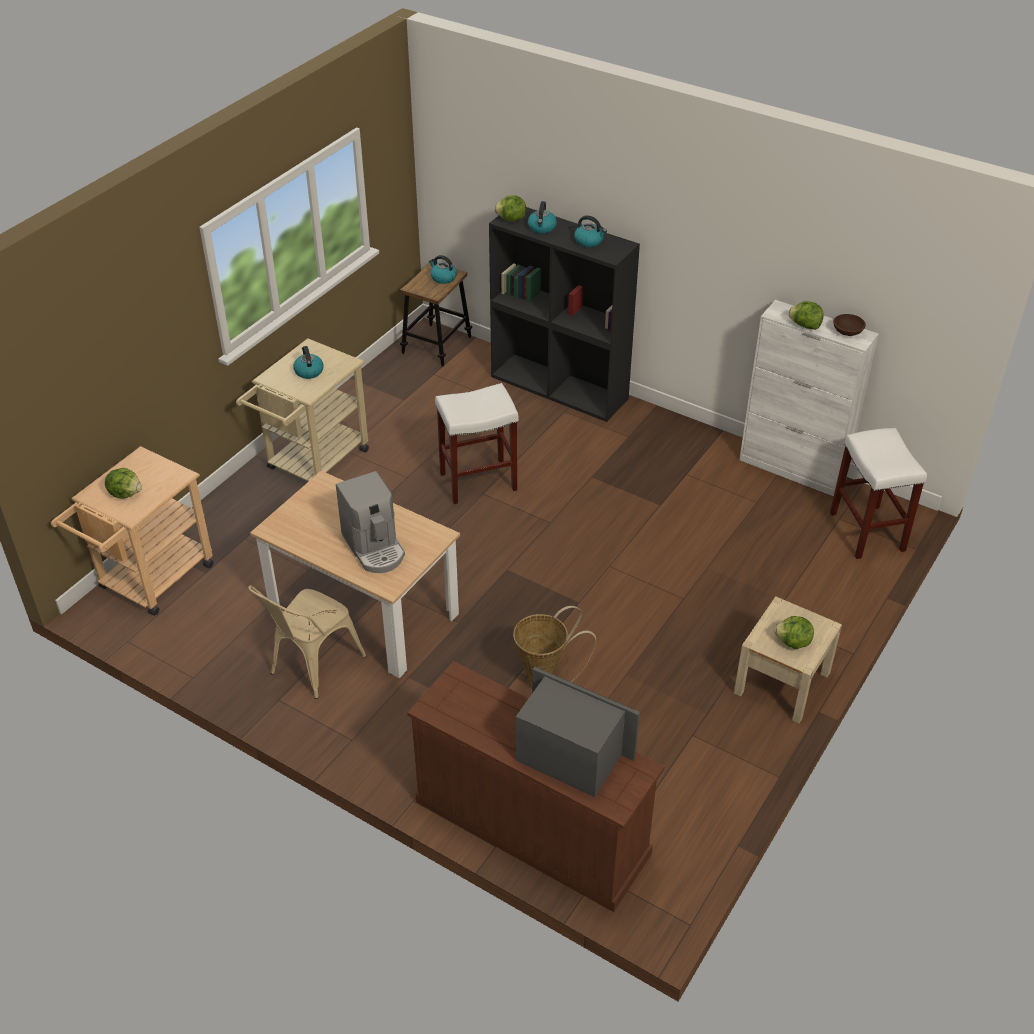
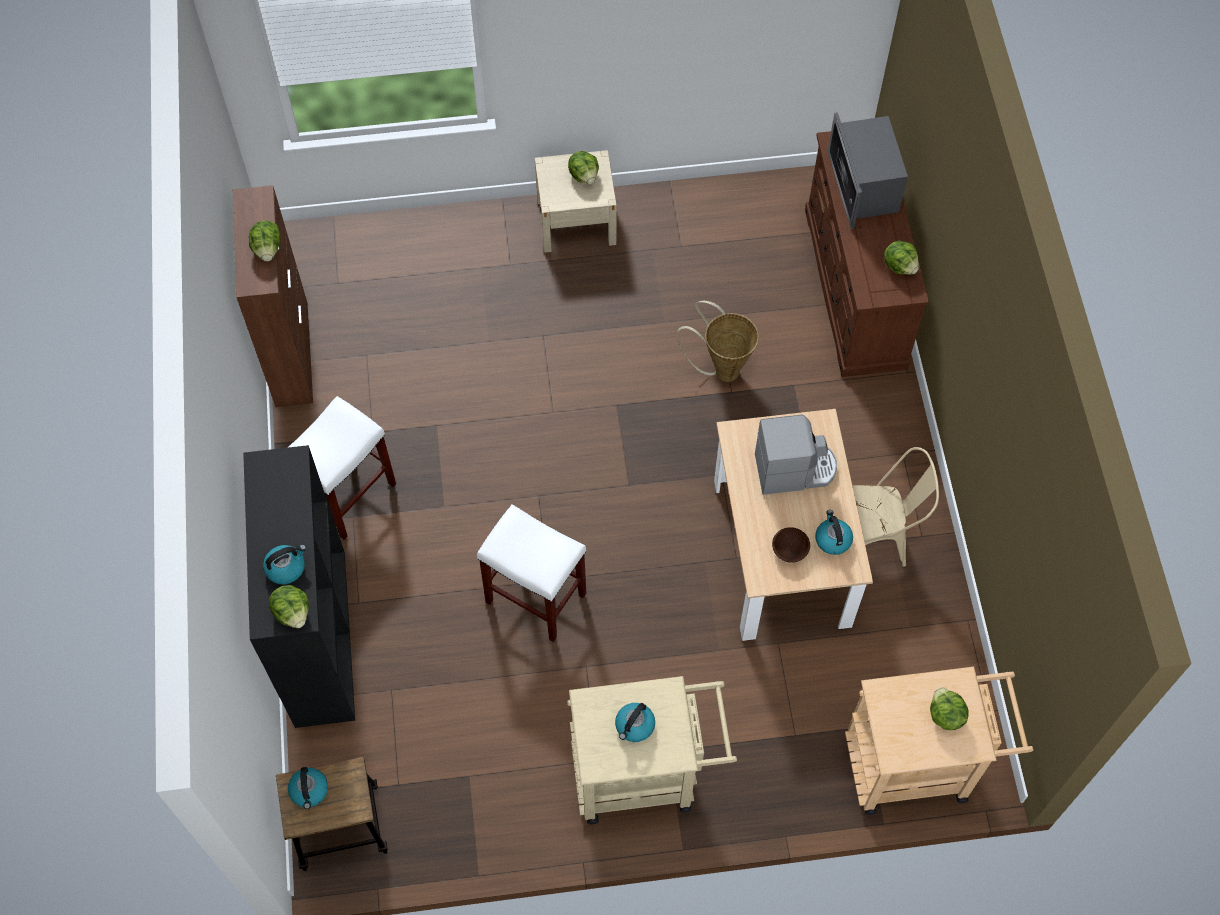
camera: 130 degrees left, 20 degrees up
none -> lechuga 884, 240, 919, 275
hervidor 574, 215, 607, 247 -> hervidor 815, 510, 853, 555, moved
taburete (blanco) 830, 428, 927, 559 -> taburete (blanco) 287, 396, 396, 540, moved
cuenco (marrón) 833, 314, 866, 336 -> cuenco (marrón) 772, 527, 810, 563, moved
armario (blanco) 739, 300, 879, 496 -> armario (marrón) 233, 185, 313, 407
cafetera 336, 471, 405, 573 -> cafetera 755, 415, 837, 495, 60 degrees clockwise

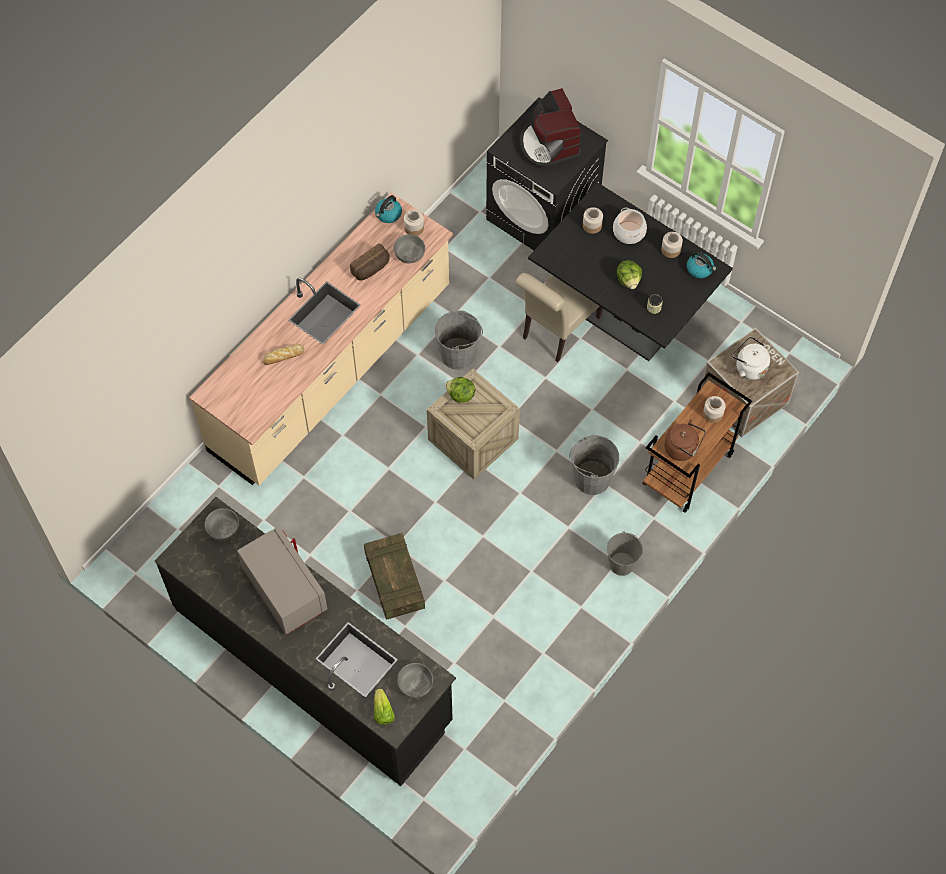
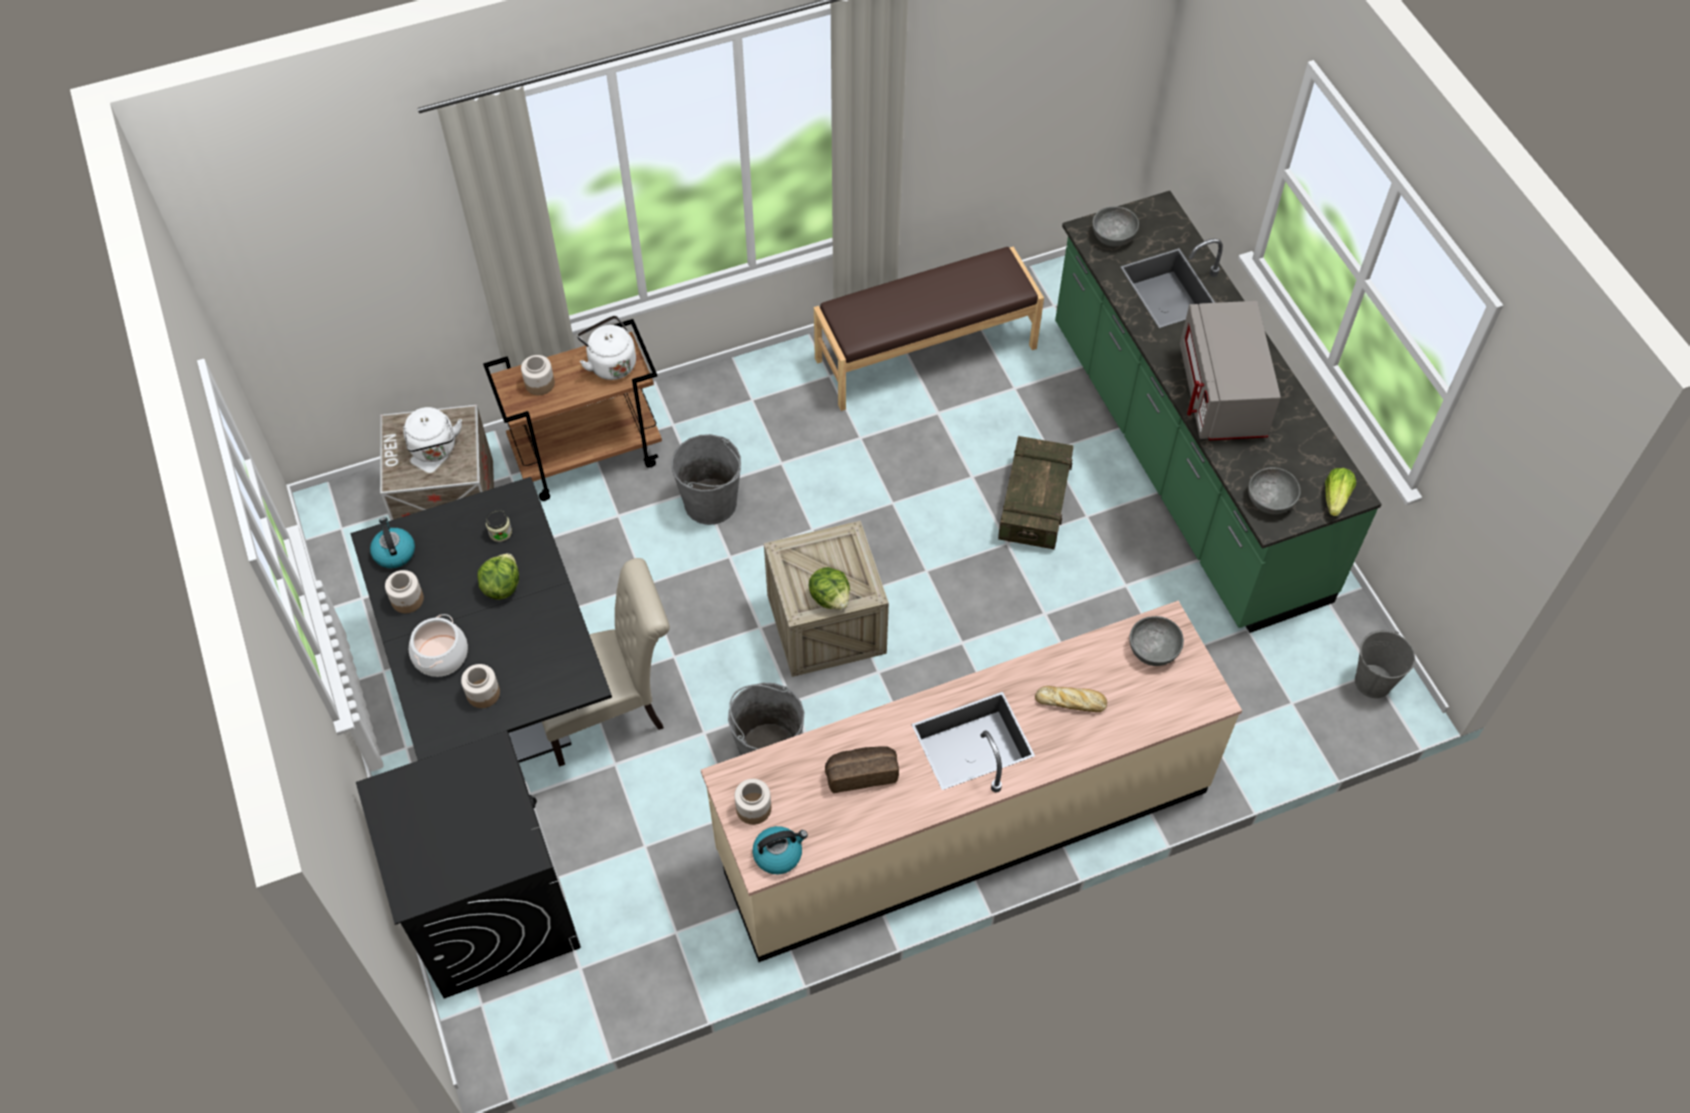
camera: 150 degrees left, 5 degrees down
cafetera 520, 88, 582, 169 -> none
none -> banco (marrón) 814, 247, 1044, 411
lechuga 374, 689, 395, 725 -> lechuga 1325, 468, 1356, 516, moved
cuenco (gris) 394, 234, 425, 264 -> cuenco (gris) 1129, 616, 1184, 666, moved
cubo (gris) 607, 531, 643, 576 -> cubo (gris) 1355, 630, 1415, 698, moved
mueble bajo de cocina (negro) 155, 497, 456, 786 -> mueble bajo de cocina (verde) 1055, 191, 1382, 633
hervidor (marrón) 664, 419, 706, 461 -> hervidor (blanco) 577, 316, 636, 380

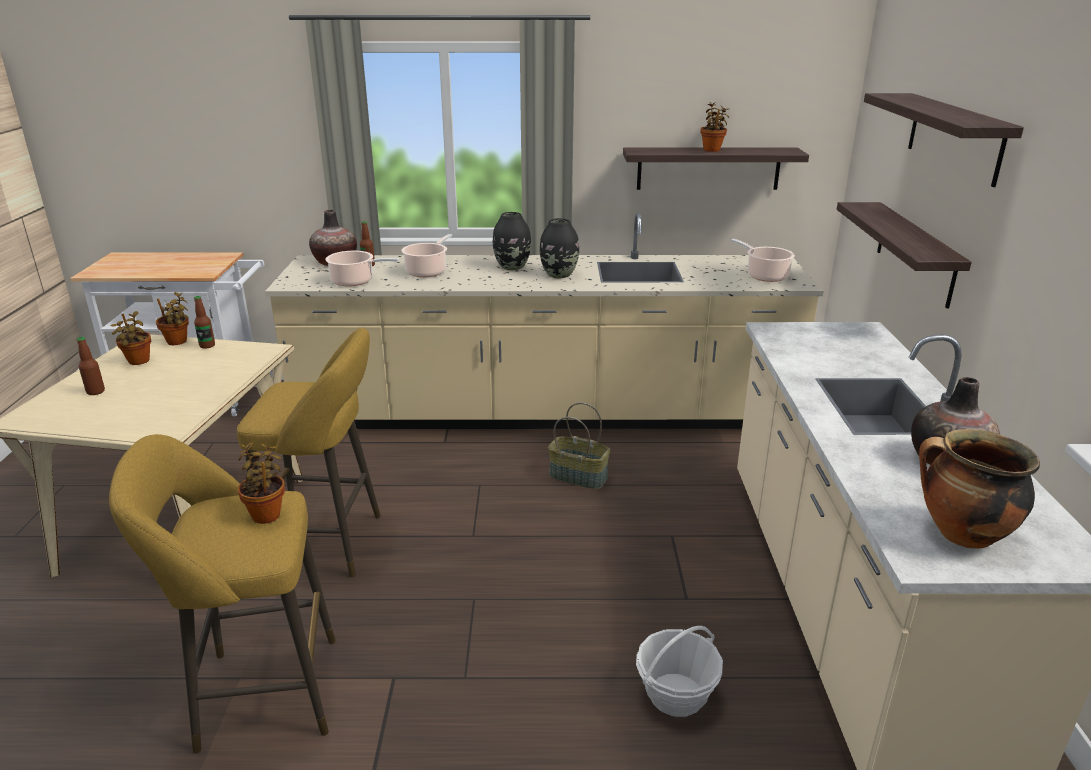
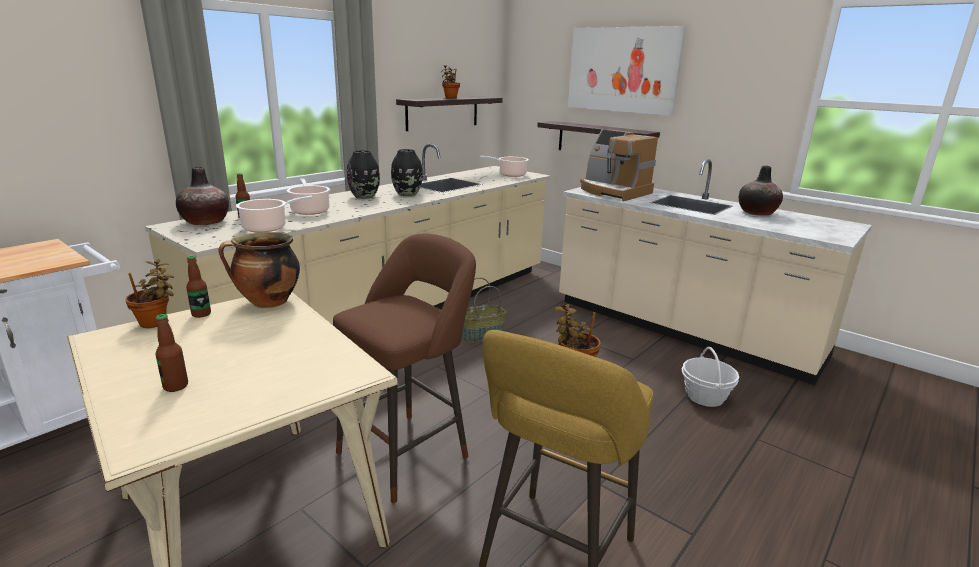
camera: 50 degrees left, 5 degrees down
planta en maceta 110, 311, 151, 365 -> none
none -> cafetera 580, 130, 658, 201
olla 919, 429, 1040, 549 -> olla 218, 232, 300, 308, moved
estante 864, 93, 1024, 187 -> cuadro 568, 26, 686, 116
taburete (amarillo) 237, 328, 381, 577 -> taburete (marrón) 333, 234, 476, 503

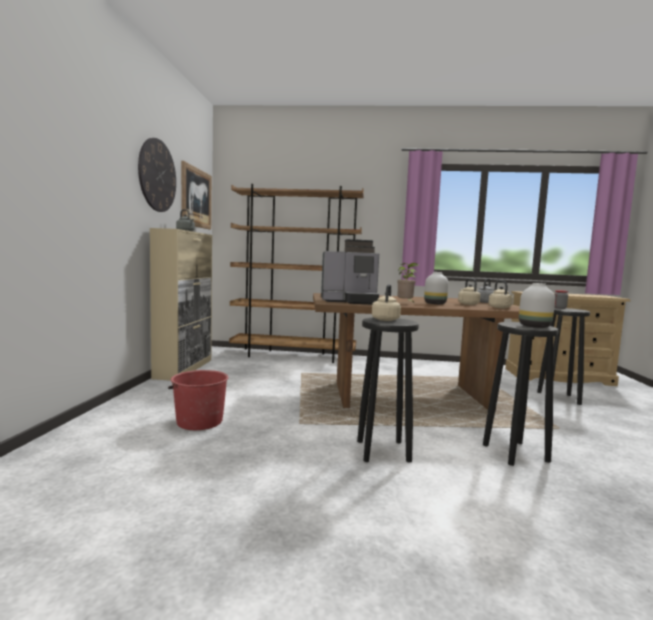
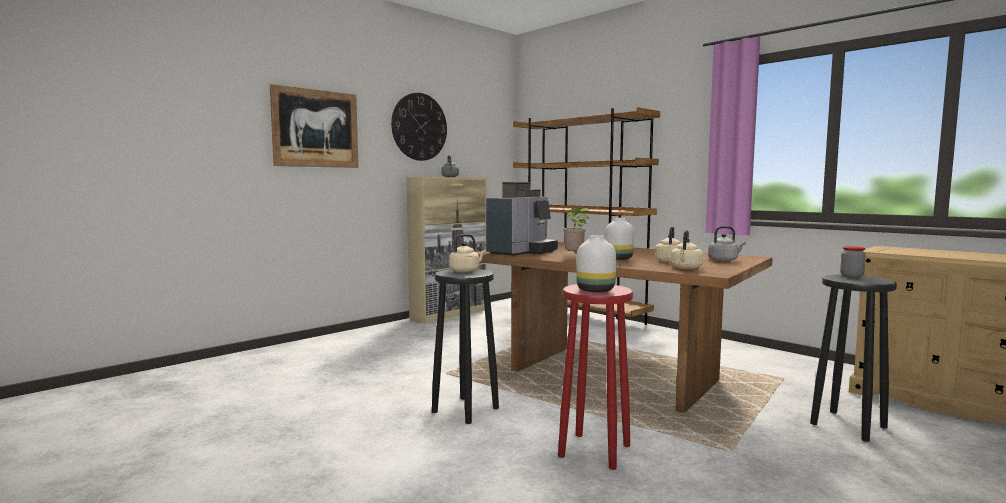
camera: 40 degrees right, 0 degrees up
cubo (rojo) 168, 370, 229, 430 -> none
cuadro 181, 161, 212, 230 -> cuadro 270, 84, 358, 168, moved
taburete (negro) 483, 322, 558, 466 -> taburete (rojo) 558, 284, 633, 470
cafetera 321, 239, 379, 304 -> cafetera 486, 182, 558, 256, 90 degrees counterclockwise

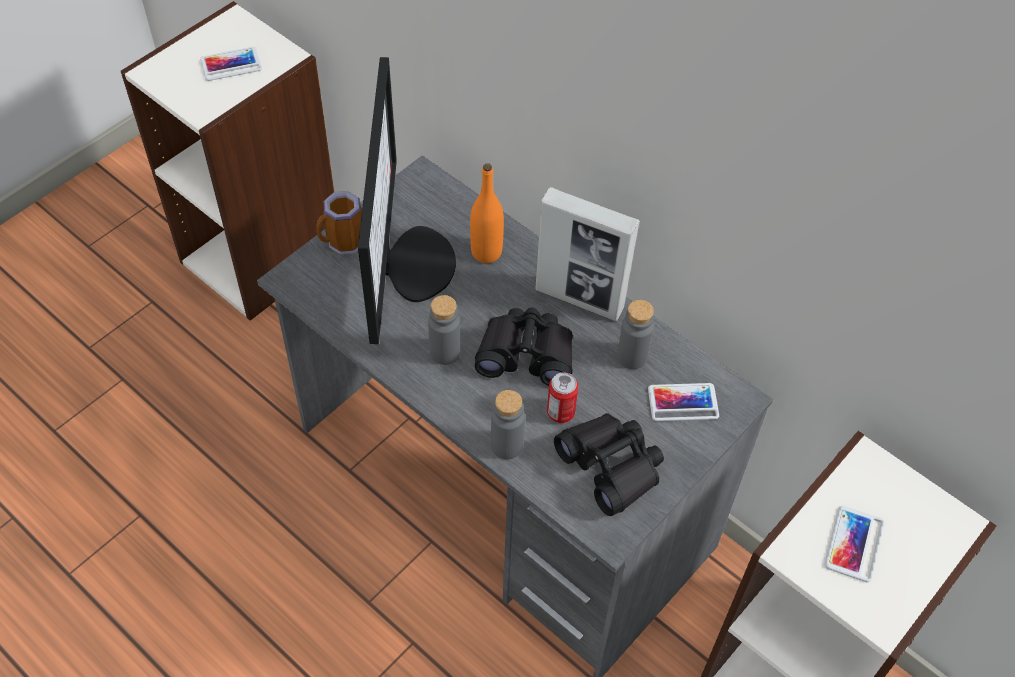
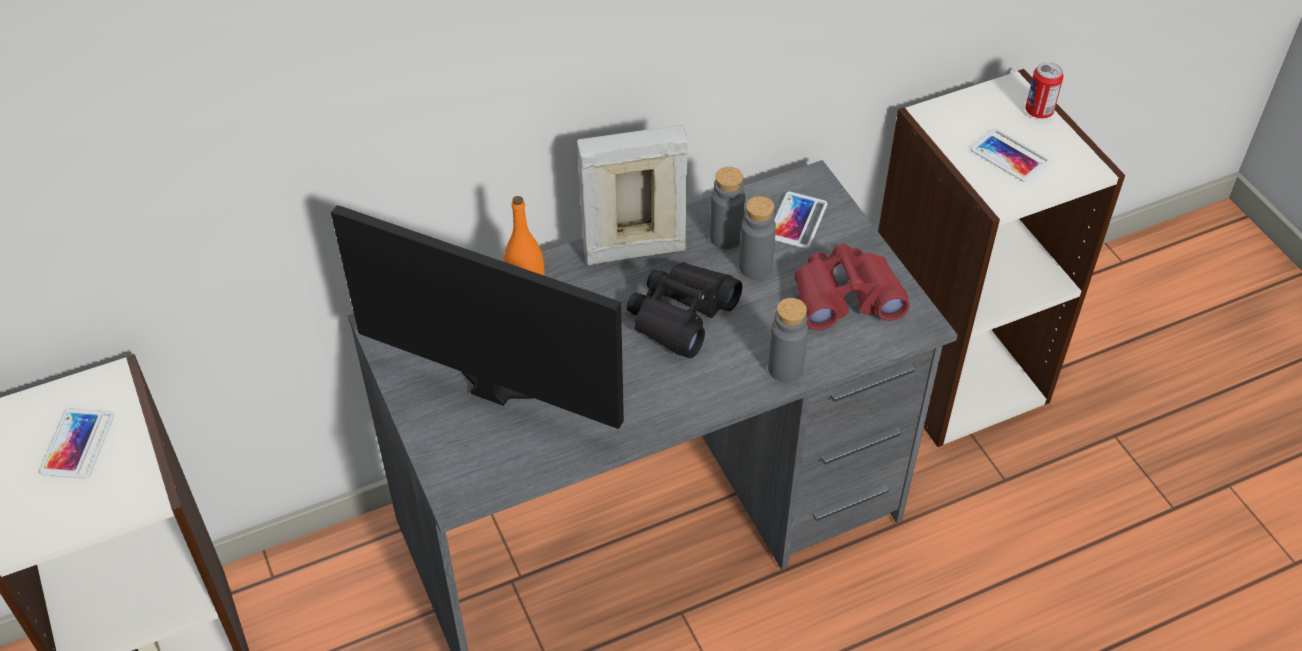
camera: 65 degrees left, 5 degrees down
taza grande 316, 191, 362, 255 -> none
botella (gris) 428, 295, 460, 365 -> botella (gris) 739, 196, 776, 279, moved
lata 547, 372, 578, 423 -> lata 1025, 62, 1064, 118, moved
prismáticos (negro) 554, 413, 664, 516 -> prismáticos (rojo) 795, 243, 910, 330
portarretratos 535, 187, 640, 321 -> portarretratos 577, 125, 688, 265, 150 degrees counterclockwise

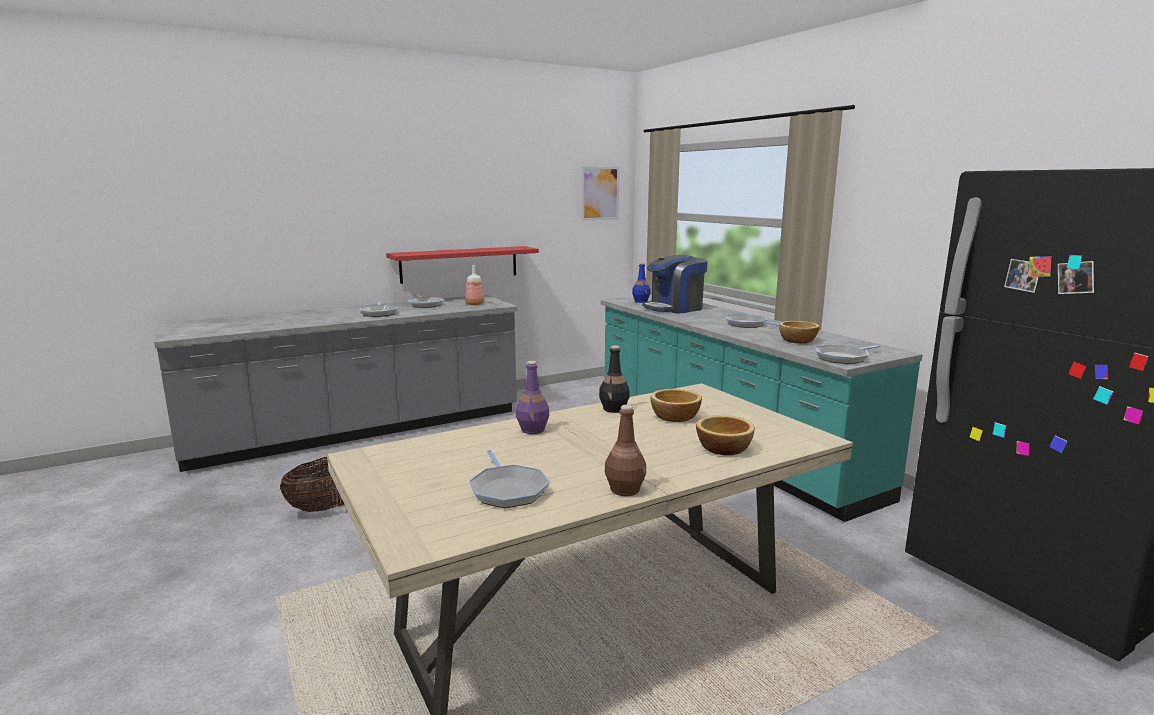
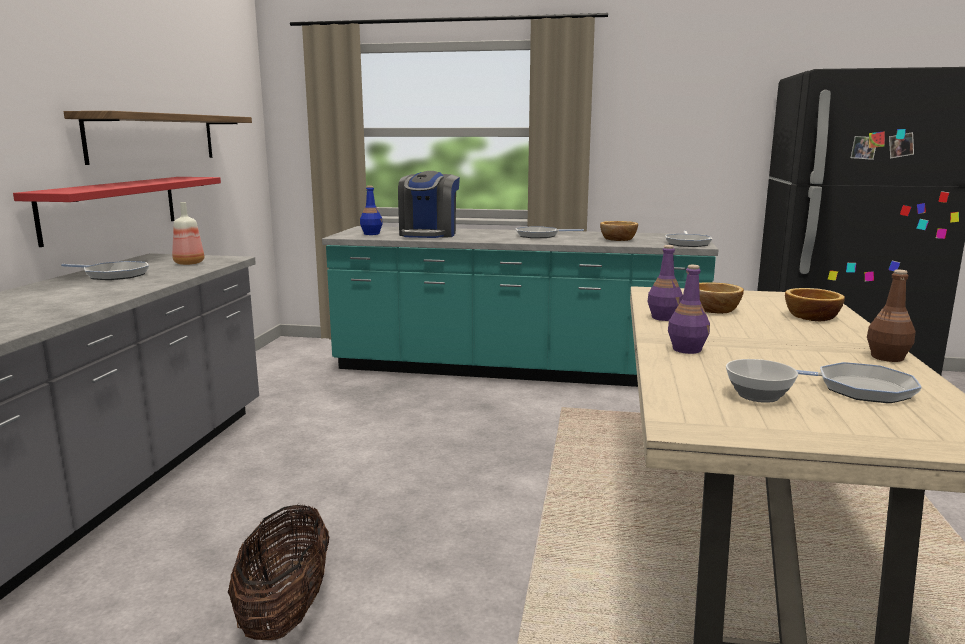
camera: 50 degrees left, 0 degrees up
sartén 360, 301, 398, 317 -> none
cuadro 581, 166, 619, 221 -> none
none -> estante 64, 111, 252, 165
none -> cuenco 726, 359, 798, 403
botella (negro) 599, 345, 630, 413 -> botella (morado) 648, 245, 683, 321

